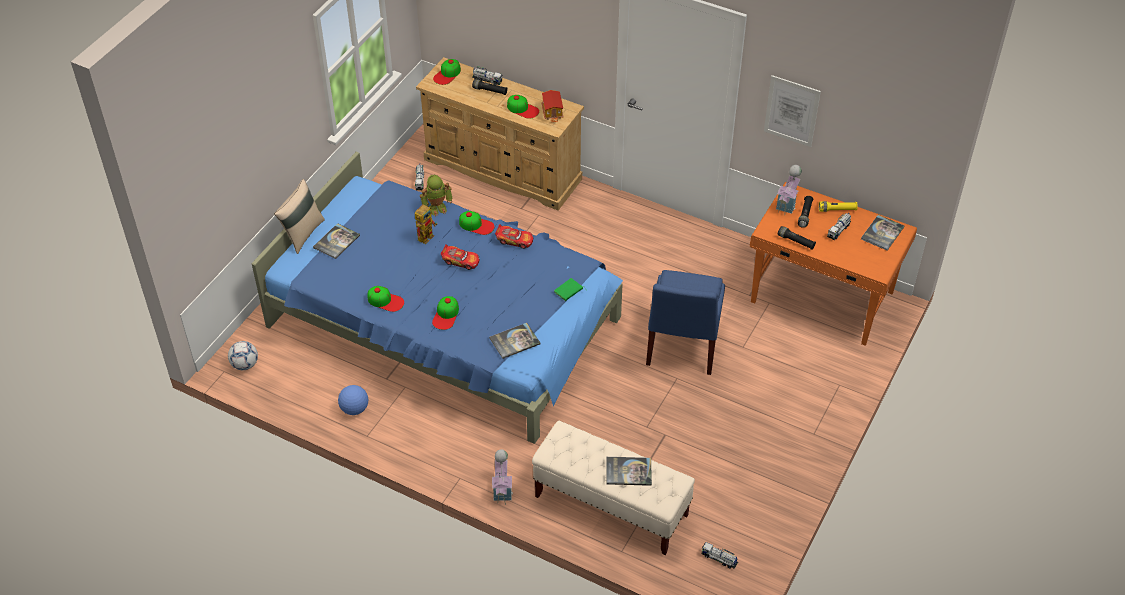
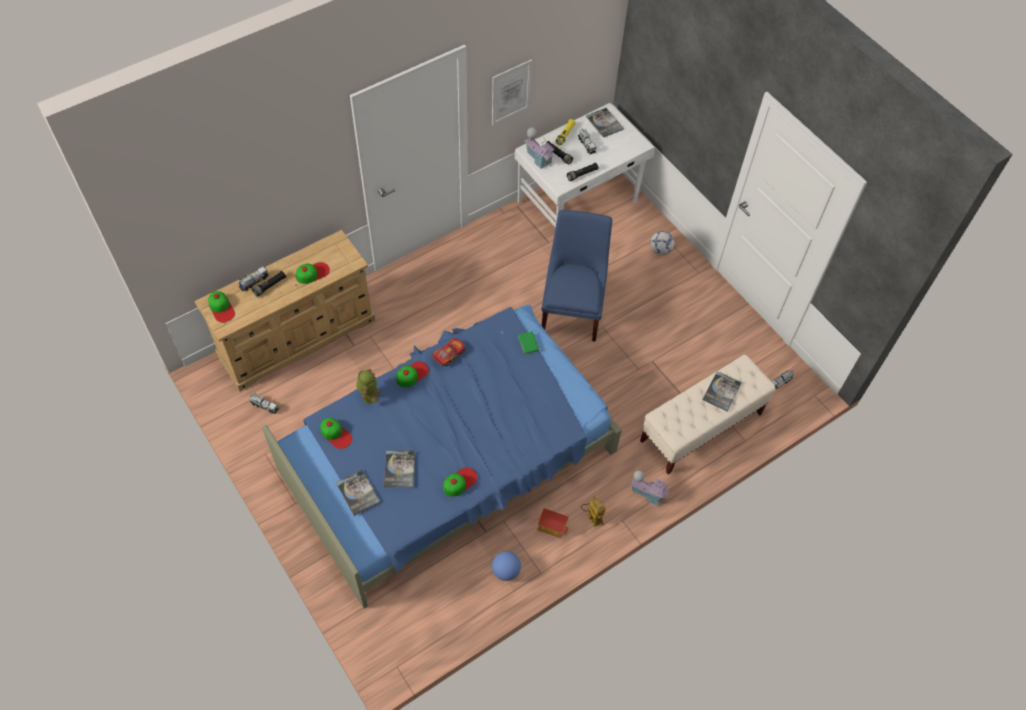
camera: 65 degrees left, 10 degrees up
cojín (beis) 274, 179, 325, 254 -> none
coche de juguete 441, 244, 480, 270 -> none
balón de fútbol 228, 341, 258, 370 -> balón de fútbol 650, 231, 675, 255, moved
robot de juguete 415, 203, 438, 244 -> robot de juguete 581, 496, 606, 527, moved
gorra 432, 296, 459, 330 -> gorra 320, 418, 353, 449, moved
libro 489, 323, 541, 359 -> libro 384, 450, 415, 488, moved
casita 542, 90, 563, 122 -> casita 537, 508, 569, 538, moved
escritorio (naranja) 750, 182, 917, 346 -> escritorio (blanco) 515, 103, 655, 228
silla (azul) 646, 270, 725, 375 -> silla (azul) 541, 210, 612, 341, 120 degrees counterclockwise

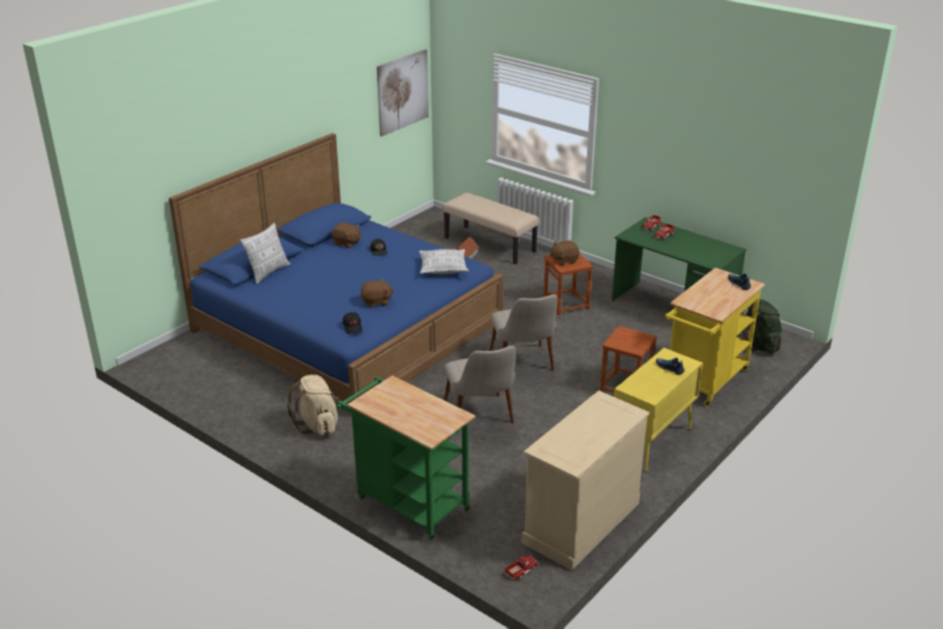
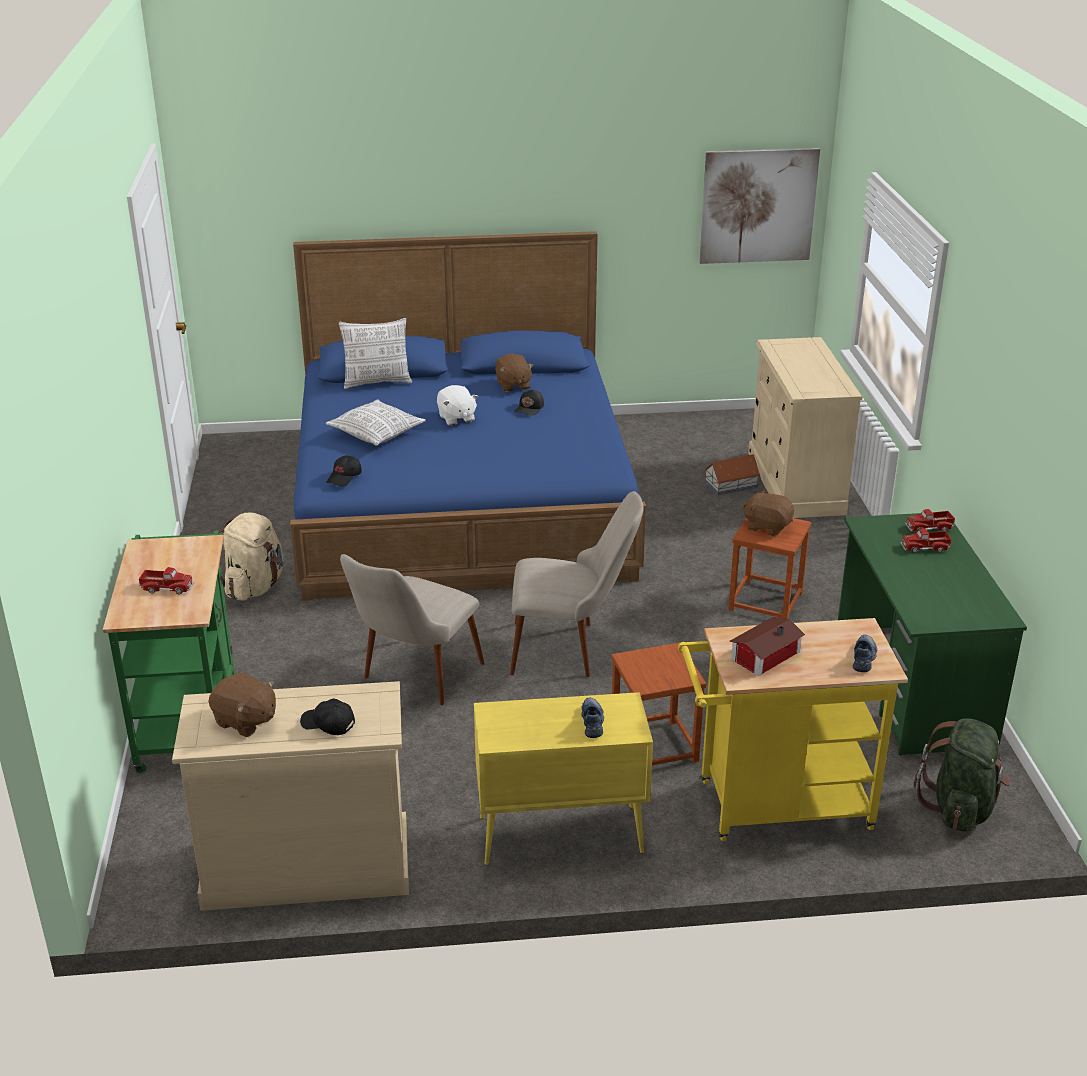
camera: 45 degrees right, 0 degrees up
none -> gorra (negro) 300, 699, 355, 735
none -> peluche (blanco) 437, 385, 478, 426
none -> casita 730, 617, 805, 676
peluche (marrón) 360, 279, 394, 308 -> peluche (marrón) 208, 673, 276, 737, moved
cojín 419, 249, 469, 274 -> cojín 326, 399, 426, 446, moved
camión de juguete 504, 555, 538, 580 -> camión de juguete 139, 567, 194, 594, moved
banco (beis) 443, 193, 539, 264 -> cómoda (beis) 748, 337, 862, 518
silla (beis) 489, 294, 557, 370 -> silla (beis) 510, 491, 644, 677, 120 degrees counterclockwise

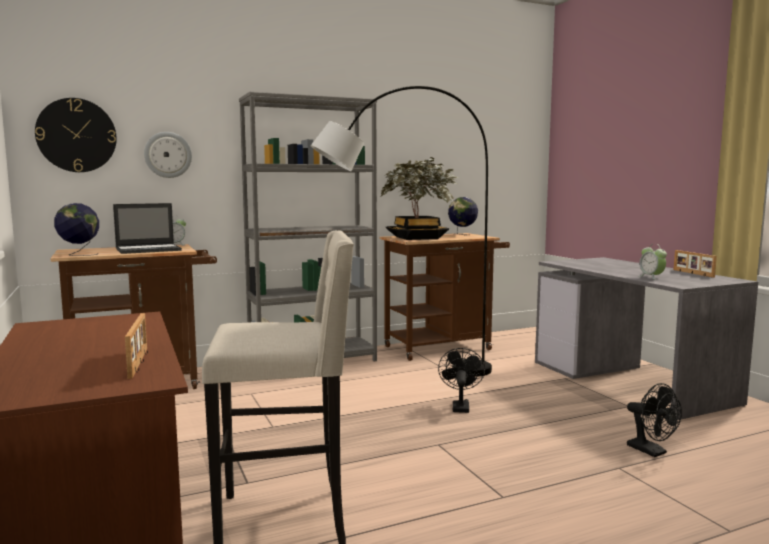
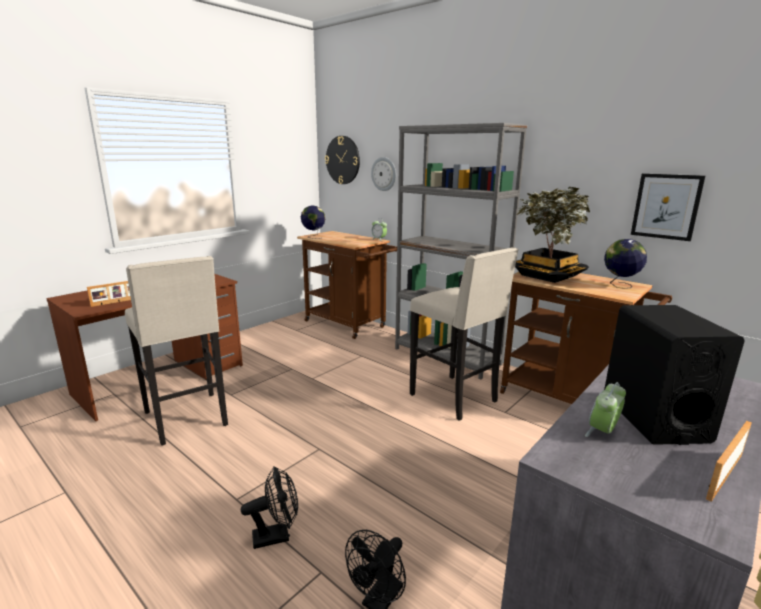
camera: 65 degrees right, 10 degrees up
portátil 113, 203, 182, 254 -> none
none -> altavoz (negro) 604, 305, 745, 445
none -> cuadro 631, 174, 706, 241
ventilador (negro) 438, 348, 485, 413 -> ventilador (negro) 241, 466, 298, 549, moved
lámpara de pie (gris) 310, 86, 492, 377 -> taburete (beis) 410, 247, 518, 421

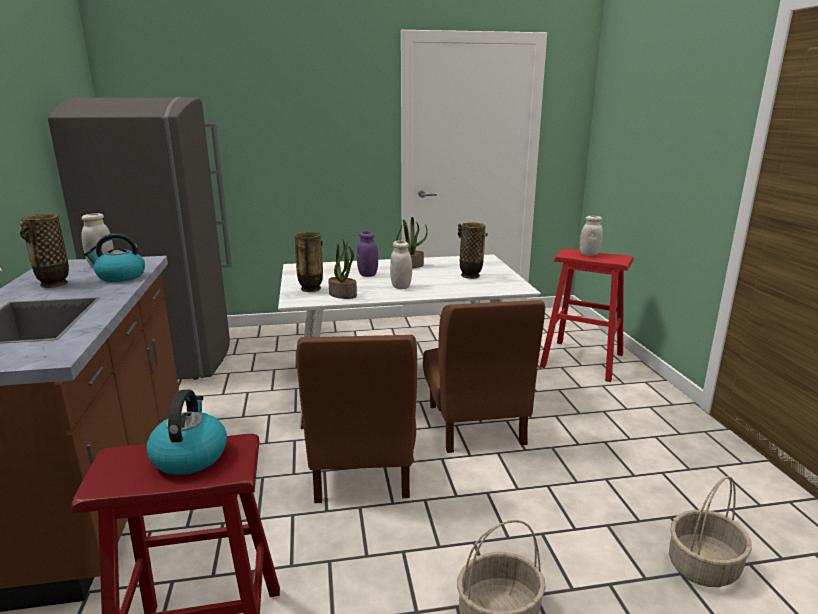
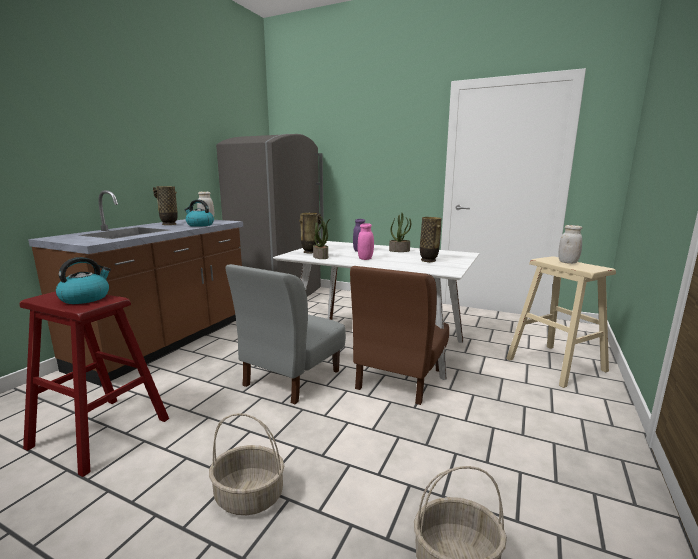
camera: 35 degrees right, 5 degrees down
silla (marrón) 297, 335, 417, 503 -> silla (gris) 226, 264, 346, 404
tarro (blanco) 390, 240, 412, 289 -> tarro (rosa) 358, 223, 374, 260
taburete (rojo) 540, 248, 634, 382 -> taburete (beis) 506, 257, 616, 388

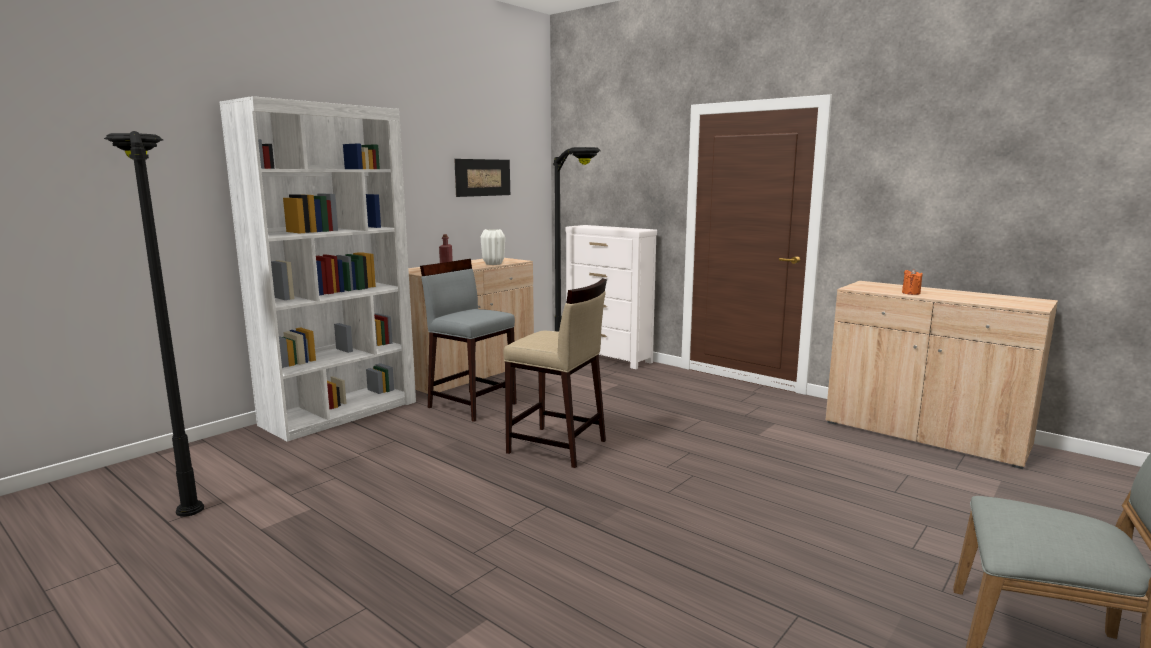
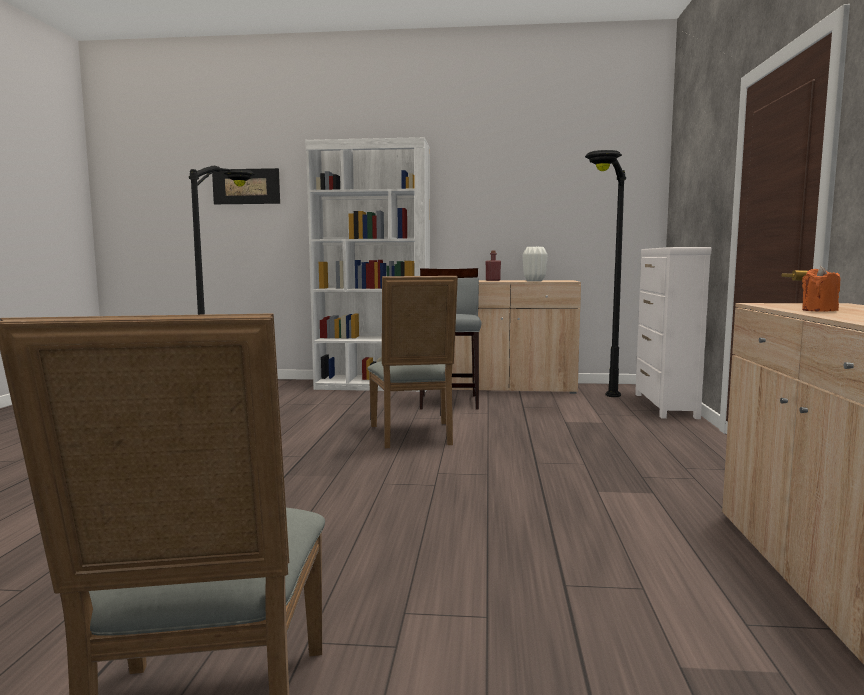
camera: 55 degrees right, 5 degrees down
cuadro 454, 159, 510, 197 -> cuadro 212, 168, 280, 204, moved
taburete (beis) 503, 278, 607, 468 -> silla (gris) 367, 276, 458, 448

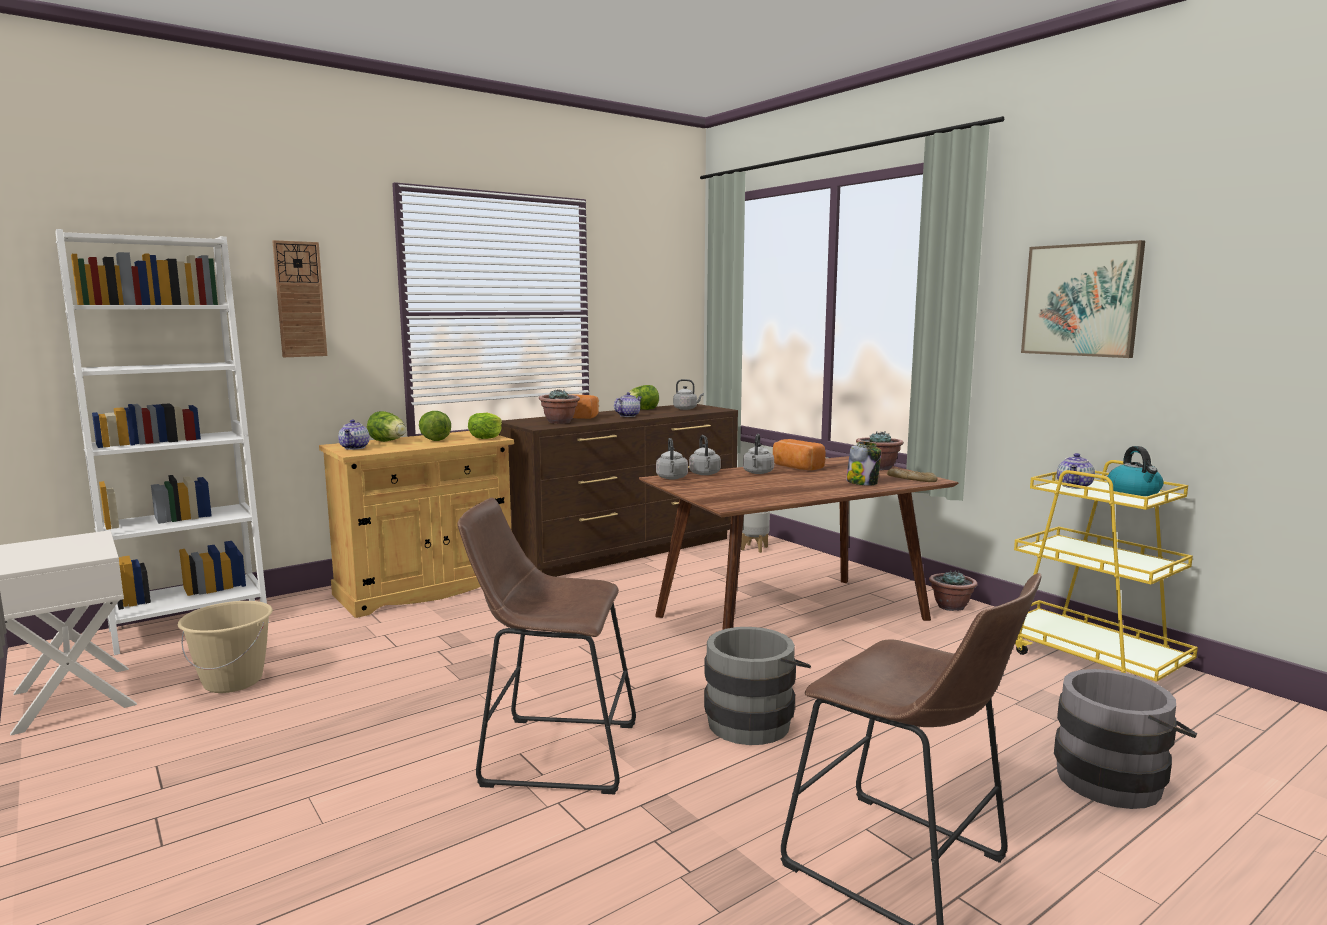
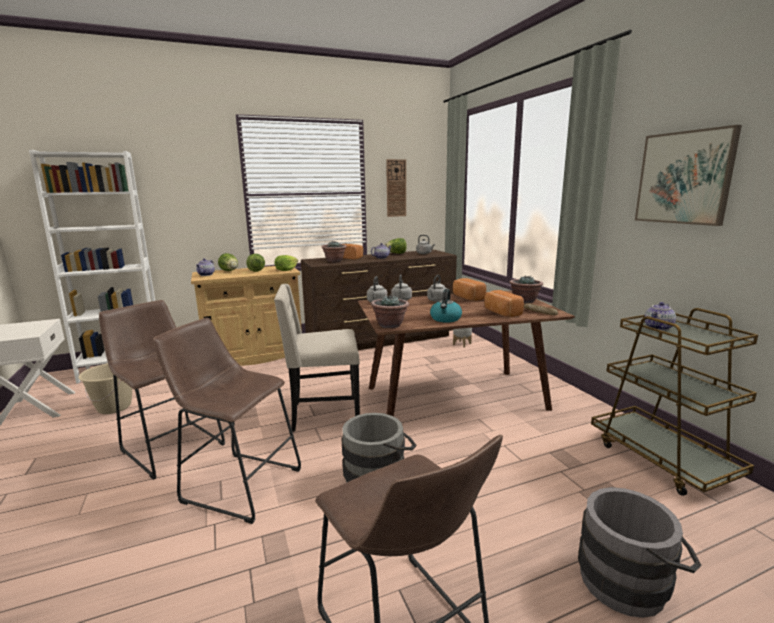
camera: 15 degrees right, 5 degrees up
none -> taburete (marrón) 99, 300, 225, 480
none -> silla (beis) 274, 284, 360, 432
reloj de pared 272, 240, 327, 357 -> reloj de pared 386, 159, 406, 217, moved
planta en maceta 929, 570, 977, 611 -> planta en maceta 371, 294, 409, 328, moved
hervidor 1108, 446, 1163, 496 -> hervidor 430, 289, 462, 322, moved
tarro 846, 442, 881, 486 -> pan 484, 290, 524, 317
carrito (amarillo) 1014, 460, 1198, 682 -> carrito (marrón) 591, 308, 758, 496

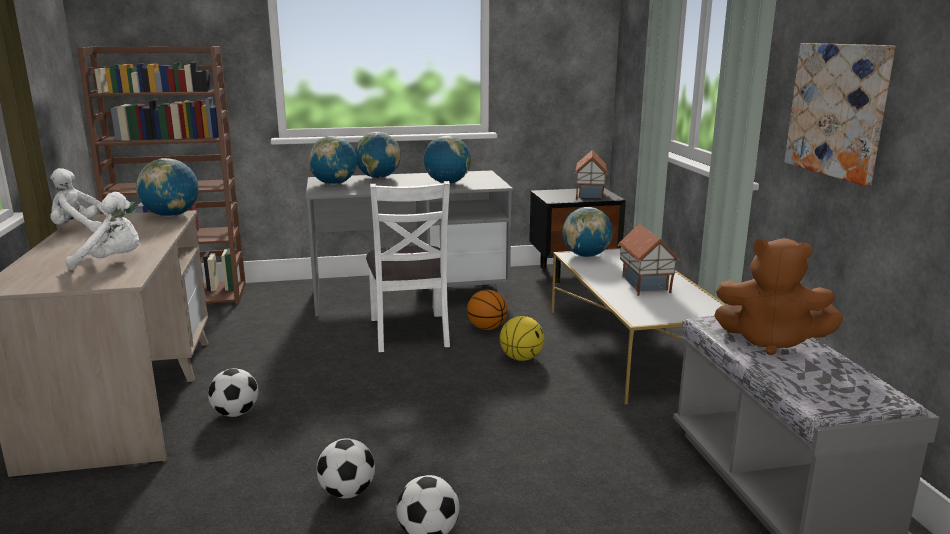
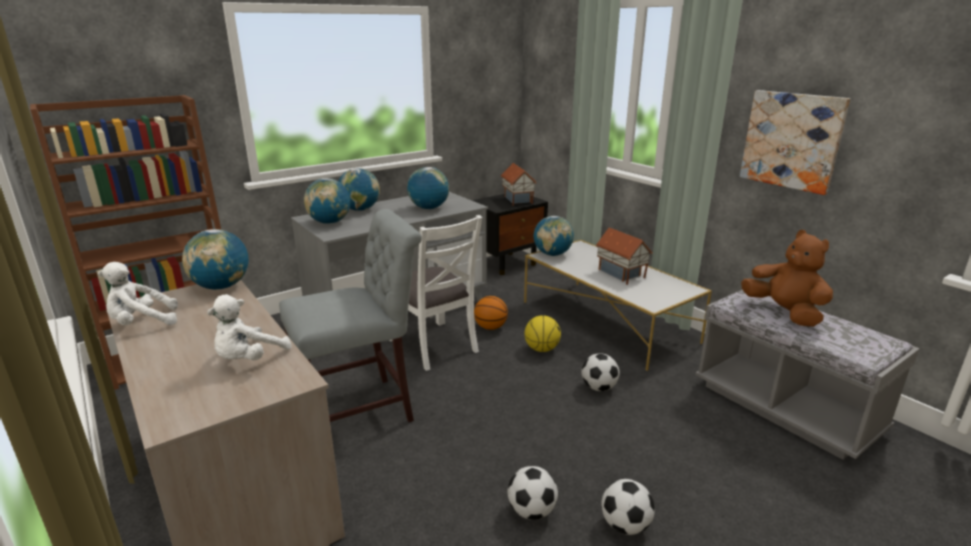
camera: 25 degrees left, 5 degrees up
none -> silla (gris) 279, 209, 422, 422
balón de fútbol 208, 368, 258, 417 -> balón de fútbol 581, 353, 620, 391, moved
peluche (blanco) 66, 192, 139, 270 -> peluche (blanco) 207, 294, 292, 360, 150 degrees clockwise
peluche (marrón) 714, 238, 843, 355 -> peluche (marrón) 741, 230, 833, 327, 120 degrees counterclockwise

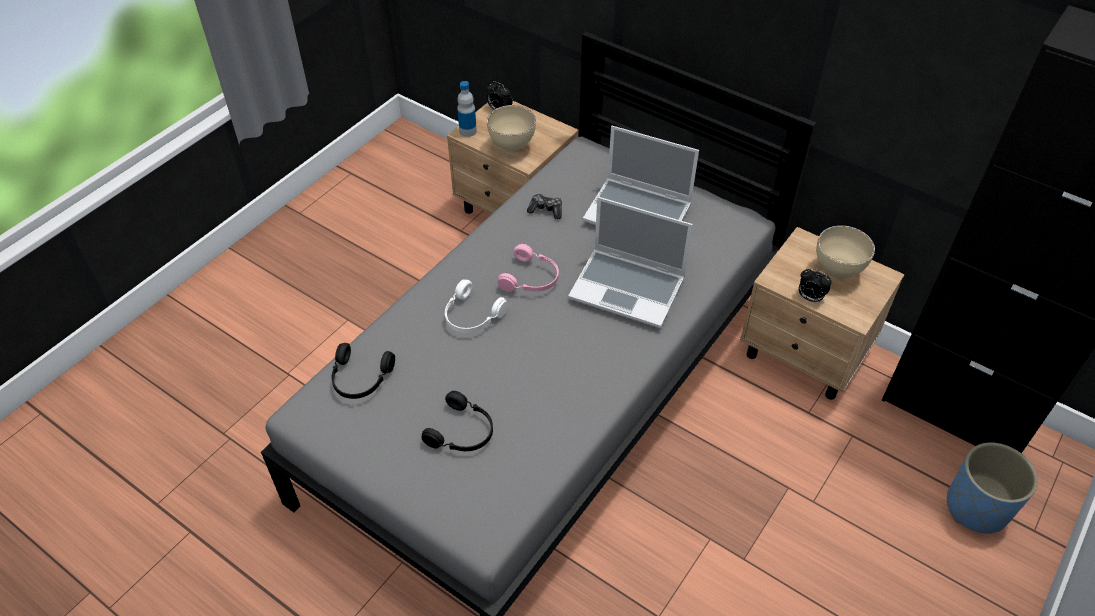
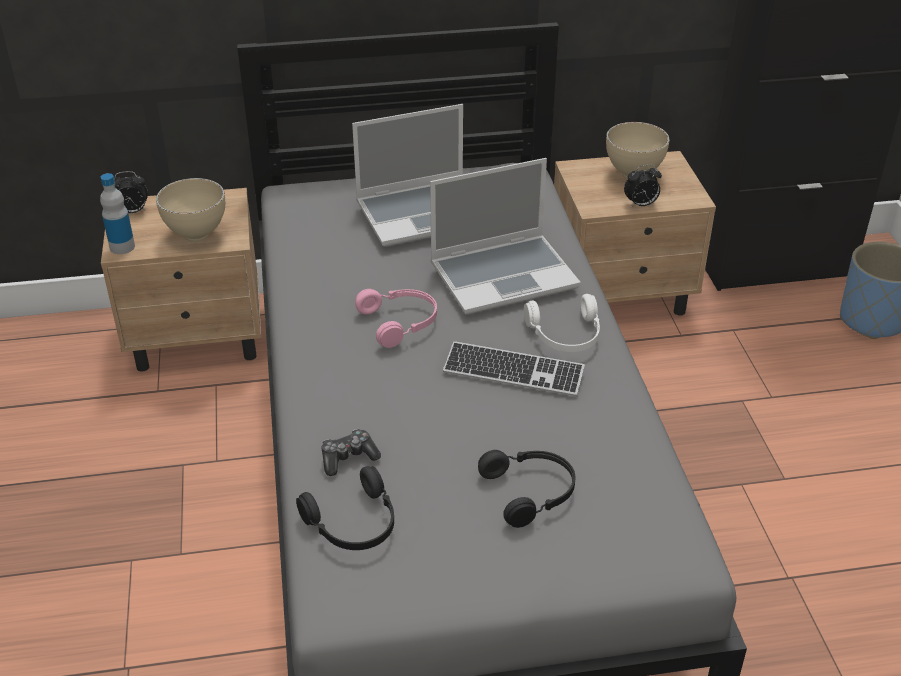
camera: 45 degrees left, 10 degrees down
none -> teclado 443, 341, 585, 396
auriculares (blanco) 445, 280, 509, 333 -> auriculares (blanco) 524, 294, 600, 352, moved
mando de consola 527, 194, 562, 219 -> mando de consola 322, 429, 381, 476, moved

